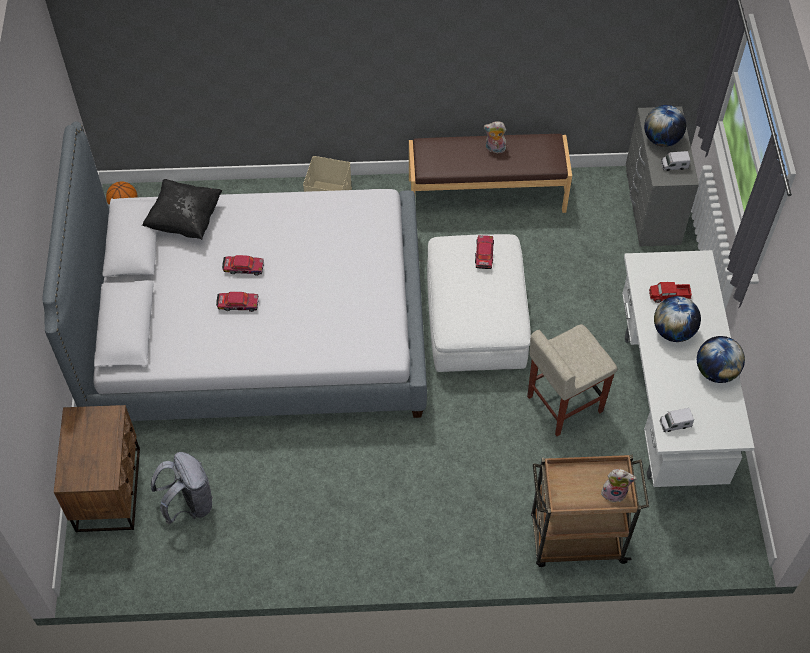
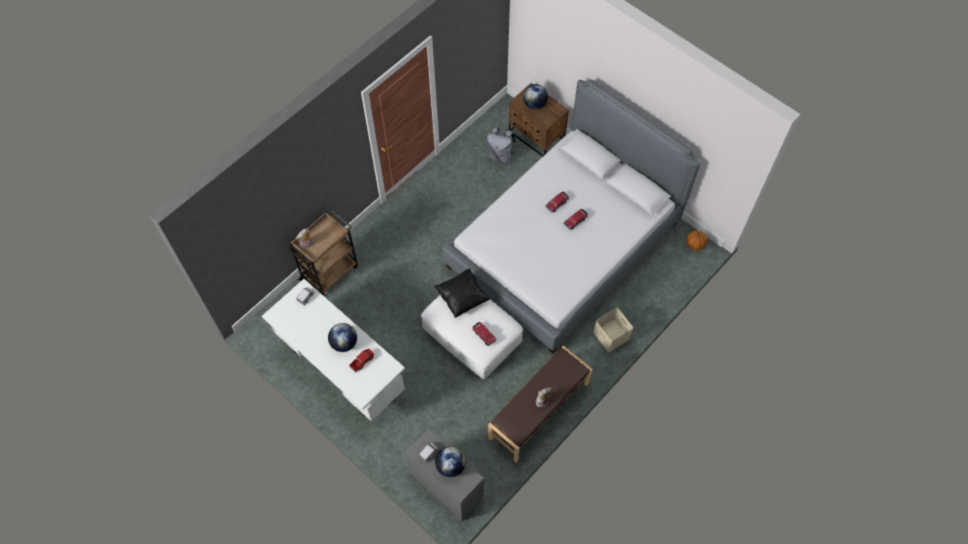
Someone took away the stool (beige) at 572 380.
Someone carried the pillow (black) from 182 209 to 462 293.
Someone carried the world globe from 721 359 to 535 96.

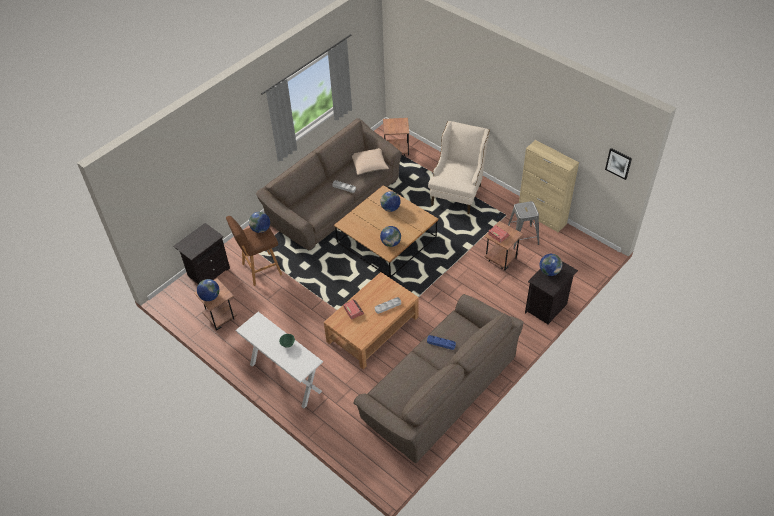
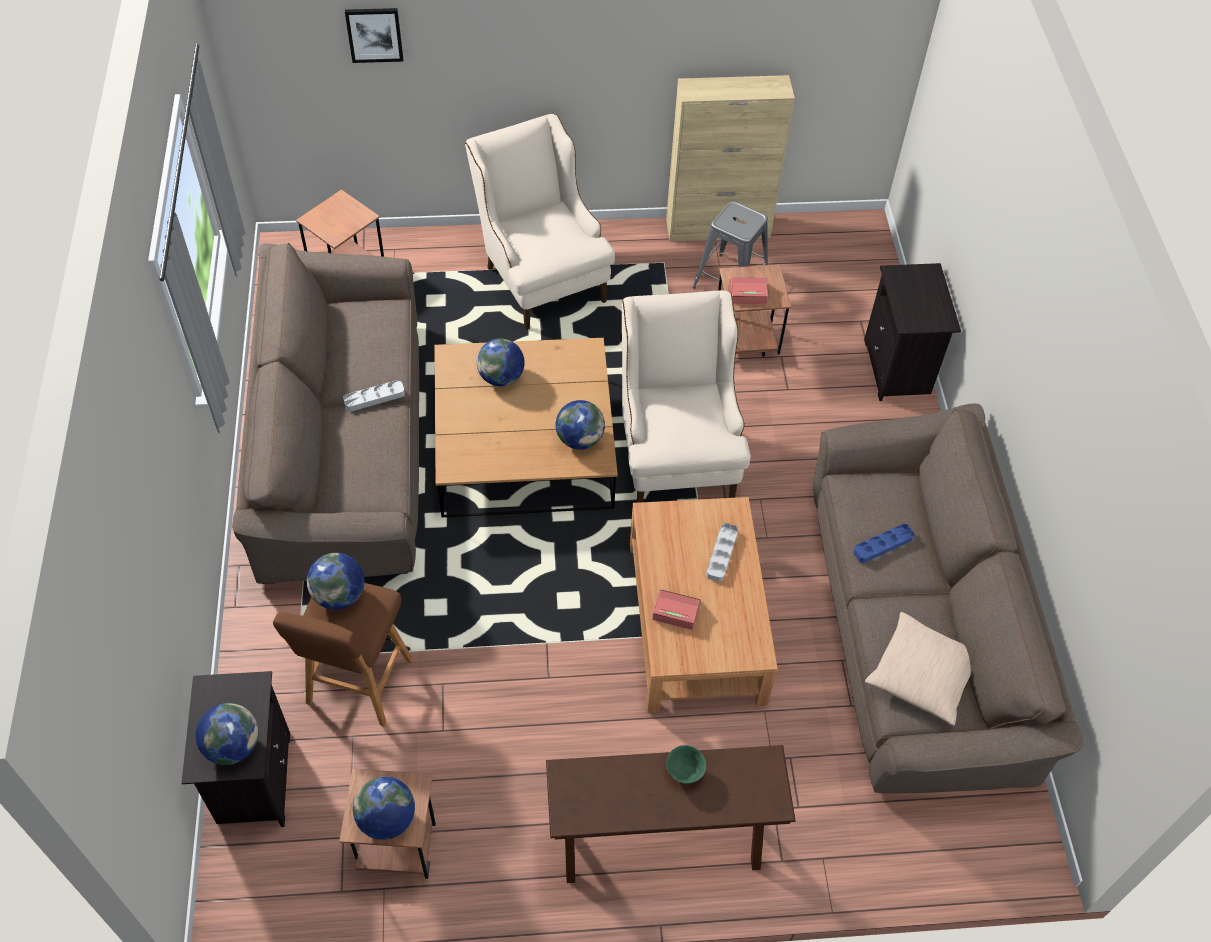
Someone put down the easy chair (beige) at 686 396.
Someone carried the pillow (beige) from 370 161 to 918 669.
Someone carried the world globe from 551 265 to 227 734.
Someone carried the wall picture from 618 164 to 374 35.
Someone repainted the narrow table (white) at 279 360, which became the narrow table (brown) at 671 814.

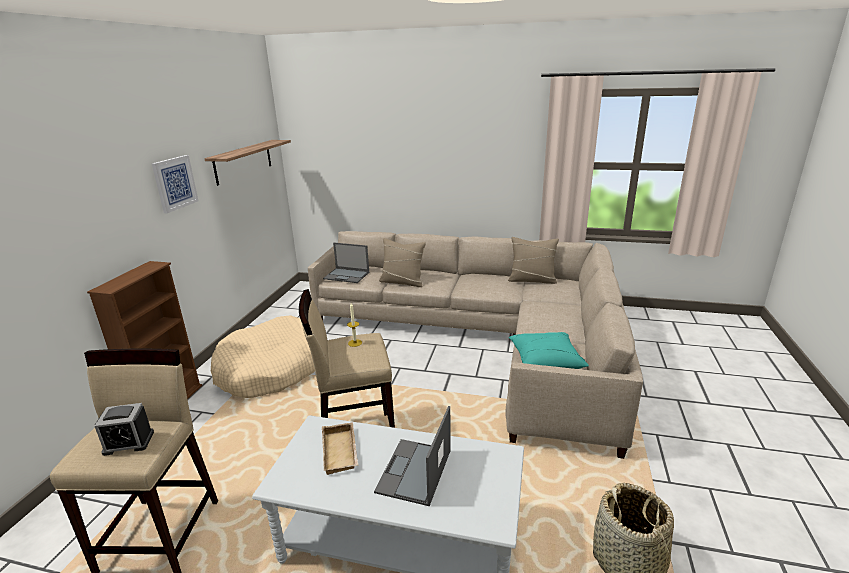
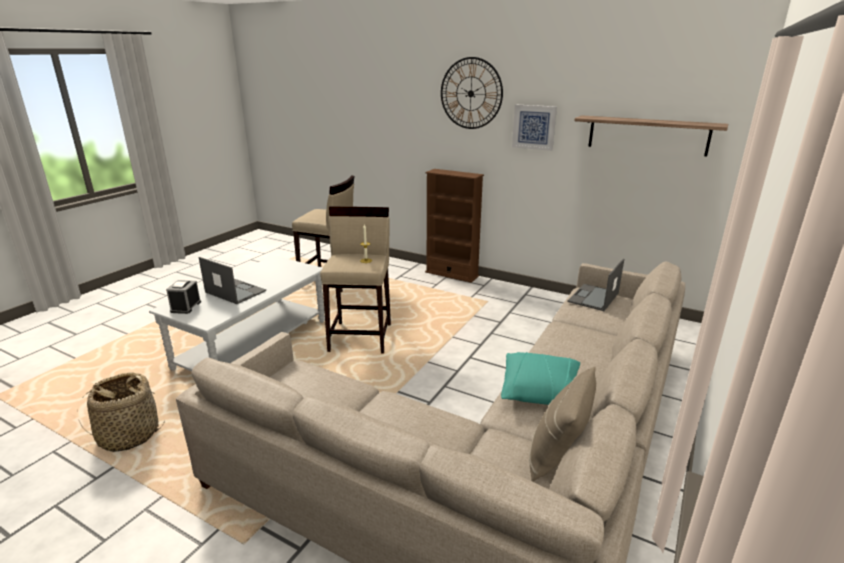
Someone took away the pet bed (beige) at 263 356.
Someone took away the carrying tray (beige) at 340 448.
Someone took away the pillow (beige) at 402 262.
Someone put up the clock on the wall at 472 93.
Someone carried the alarm clock from 124 429 to 183 297.
Someone carried the pillow (turquoise-coloured) from 549 350 to 540 378.

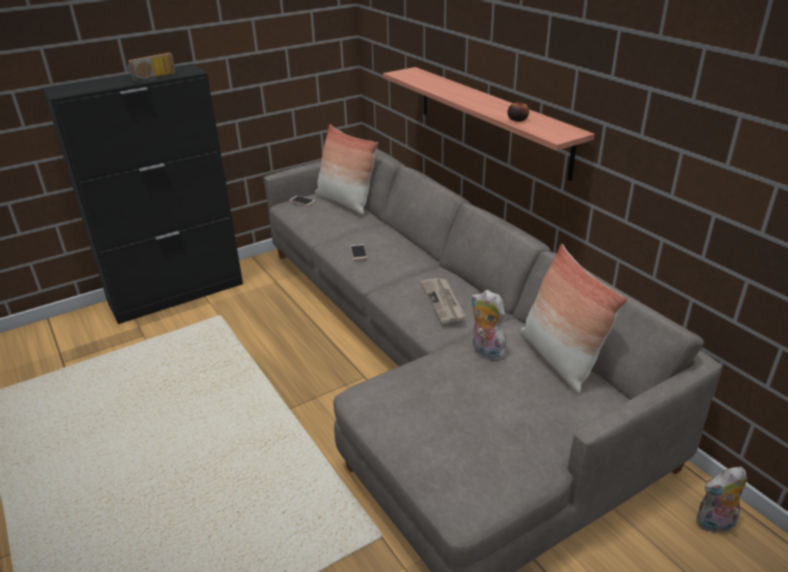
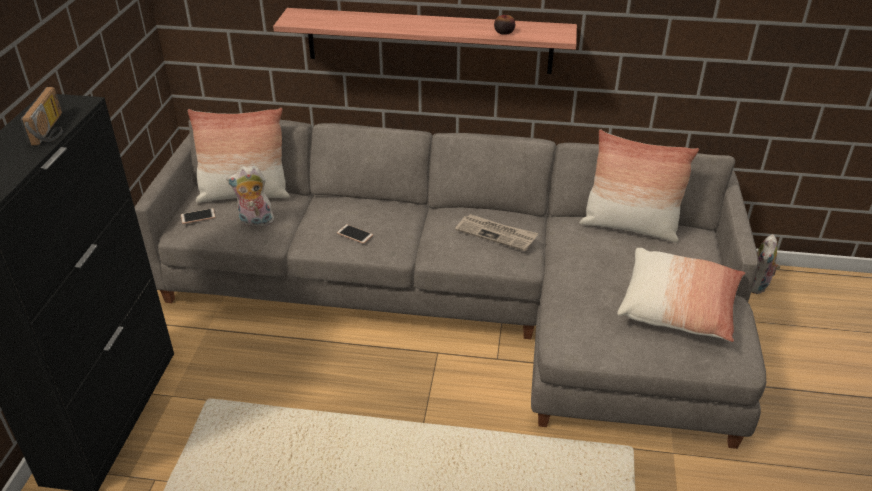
Someone put down the pillow at 681 295.
Someone carried the soft toy from 488 325 to 250 196.

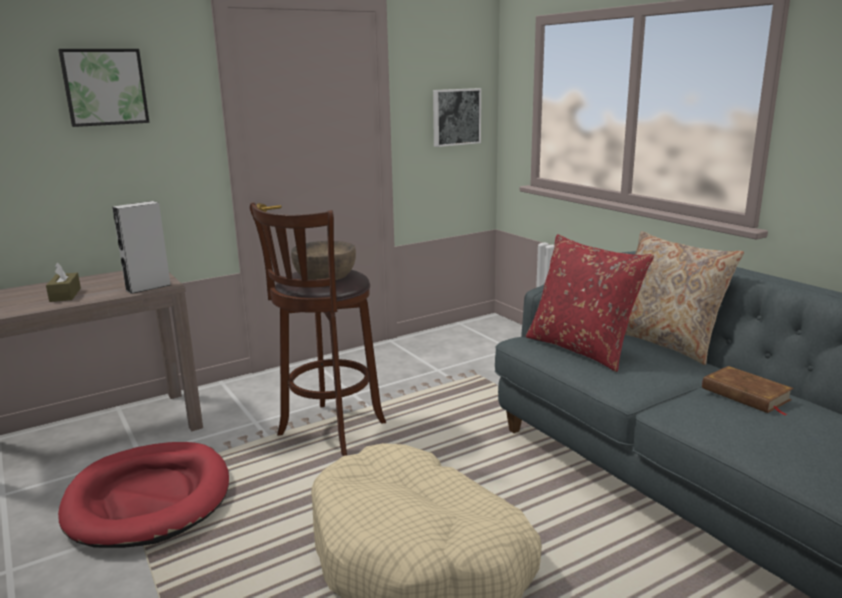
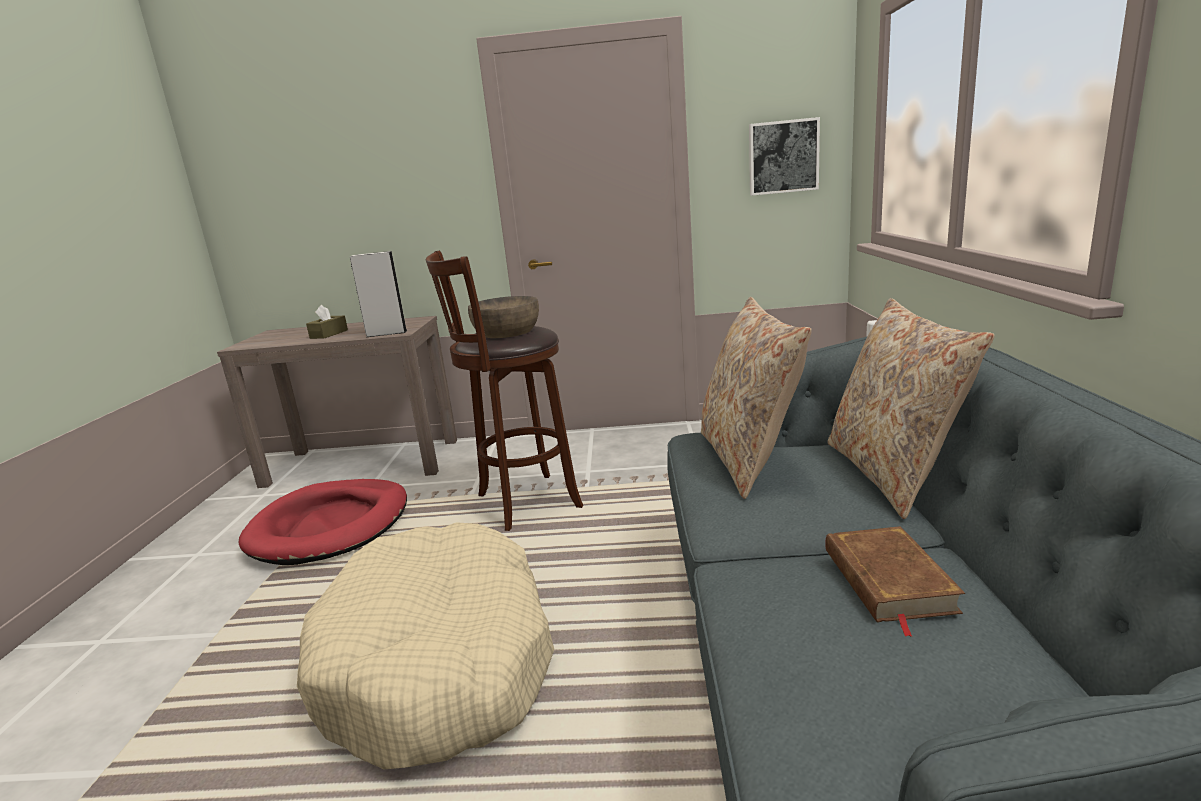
Someone took away the wall picture at 104 88.
Someone repainted the pillow (reddish) at 590 303, which became the pillow (beige) at 756 398.

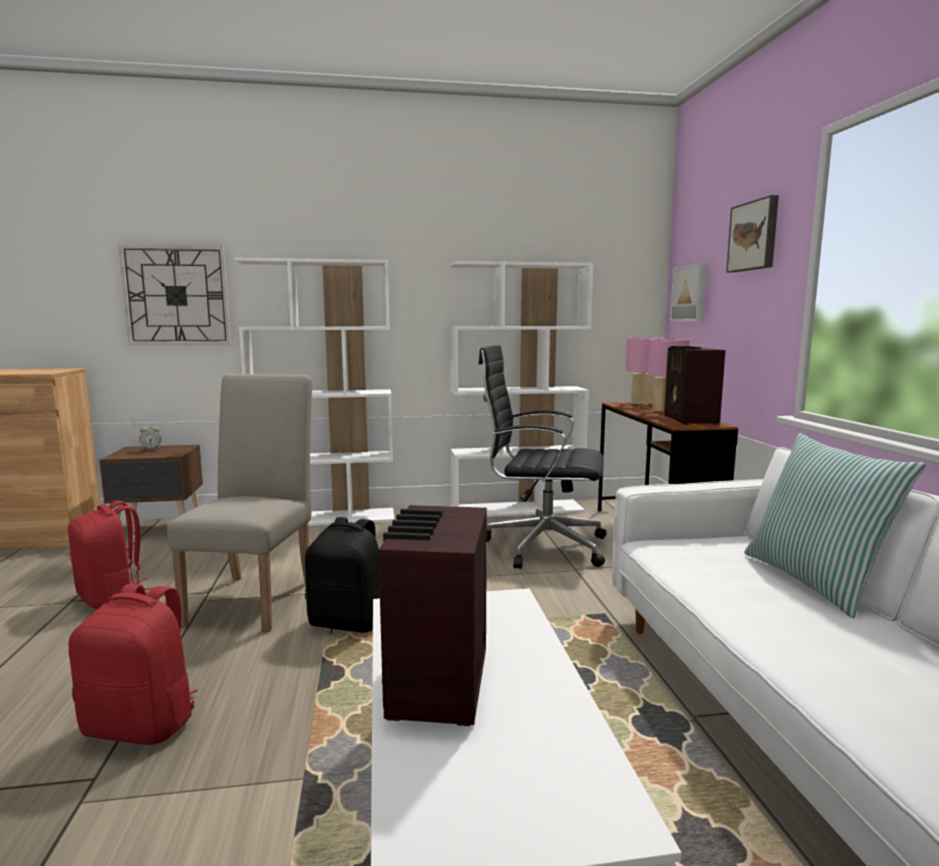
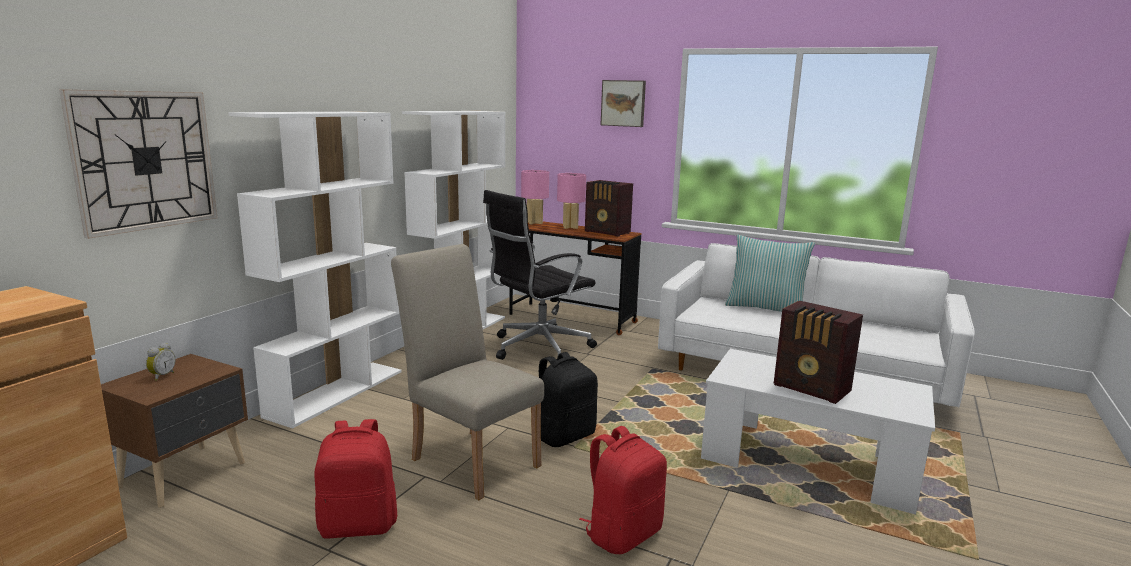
Someone took away the wall picture at 688 292.

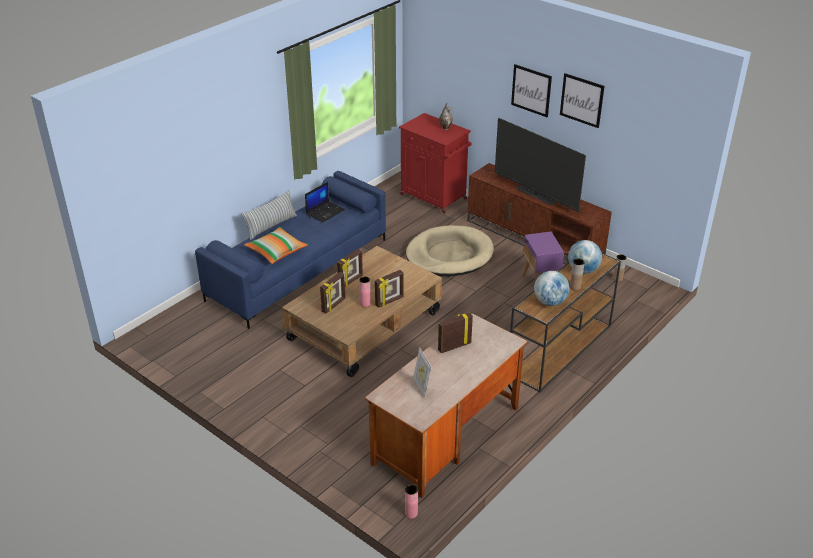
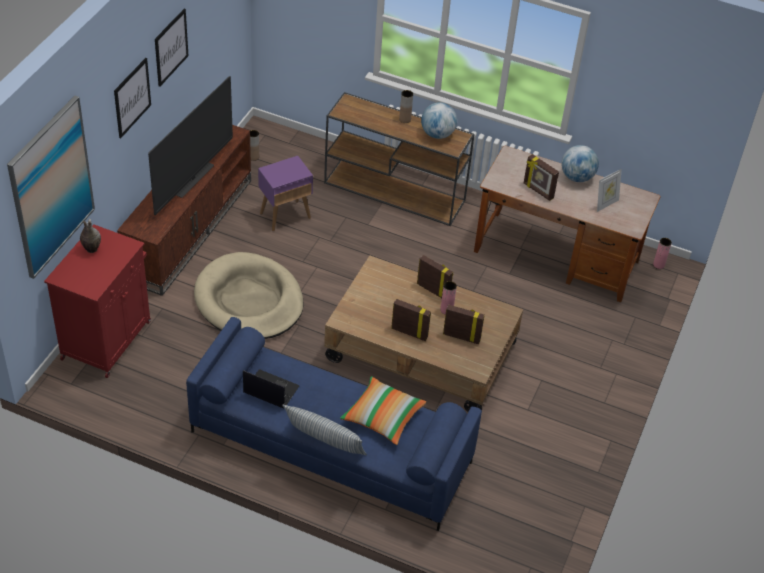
Someone put up the wall picture at 51 187.
Someone carried the world globe from 585 257 to 580 163.

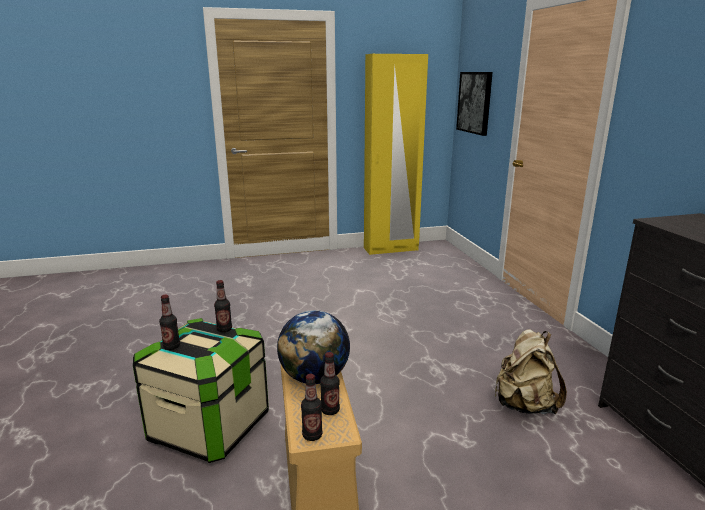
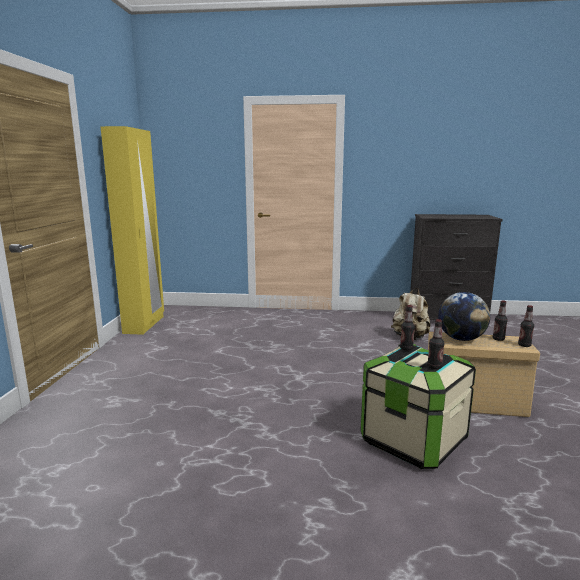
Someone took away the wall picture at 474 104.

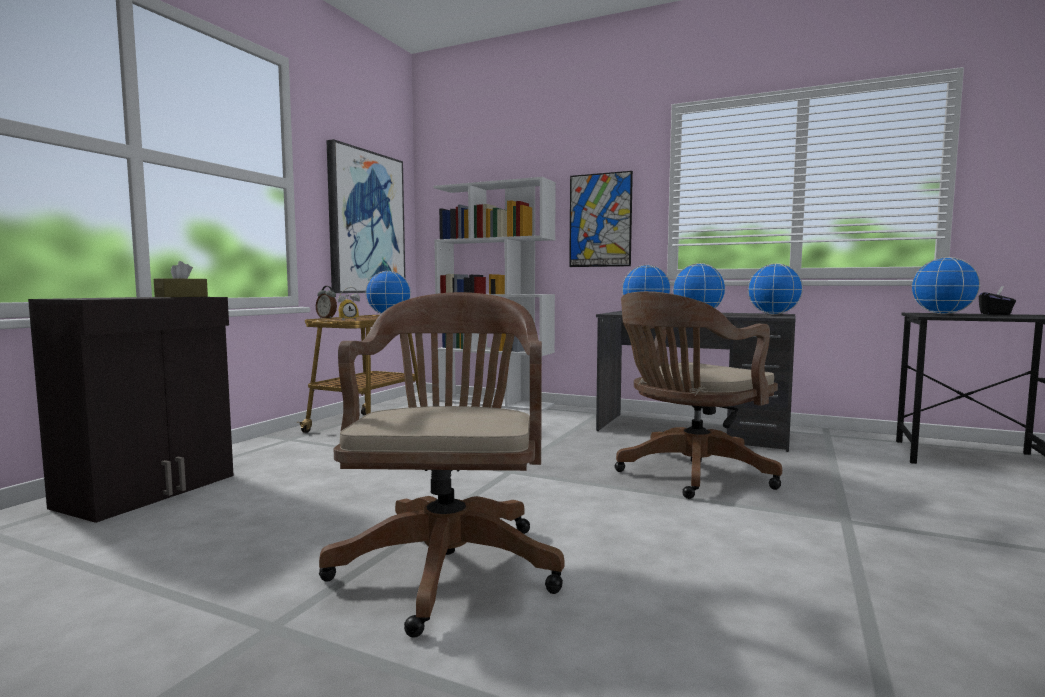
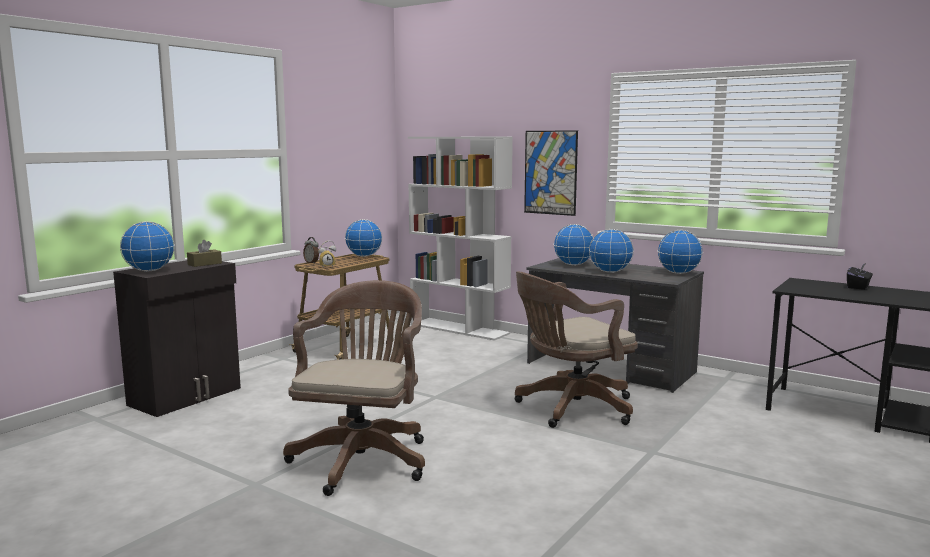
Someone took away the wall picture at 365 216.
Someone carried the world globe from 946 285 to 147 246.

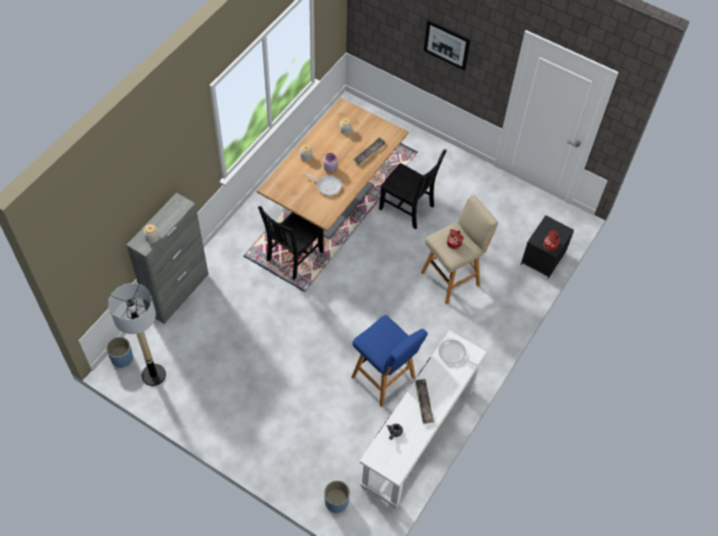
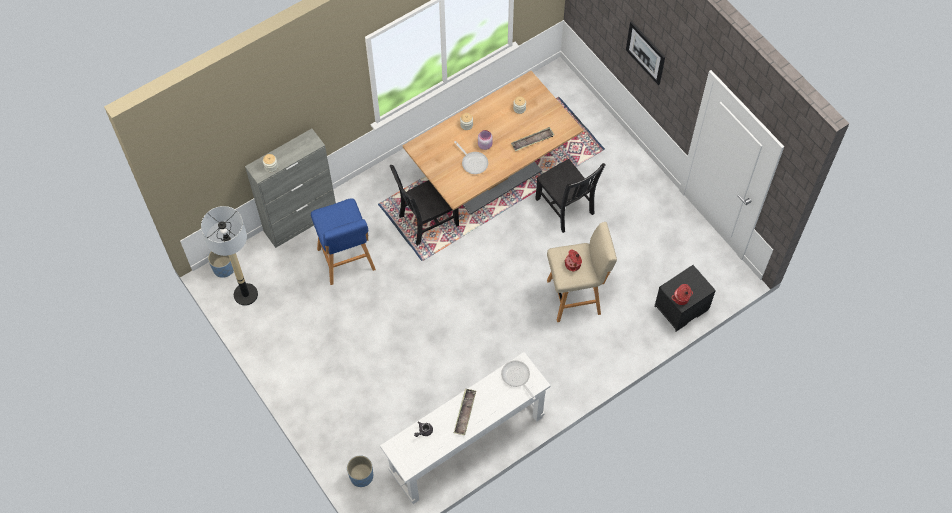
Someone carried the stool (bluish) from 389 361 to 343 241.

